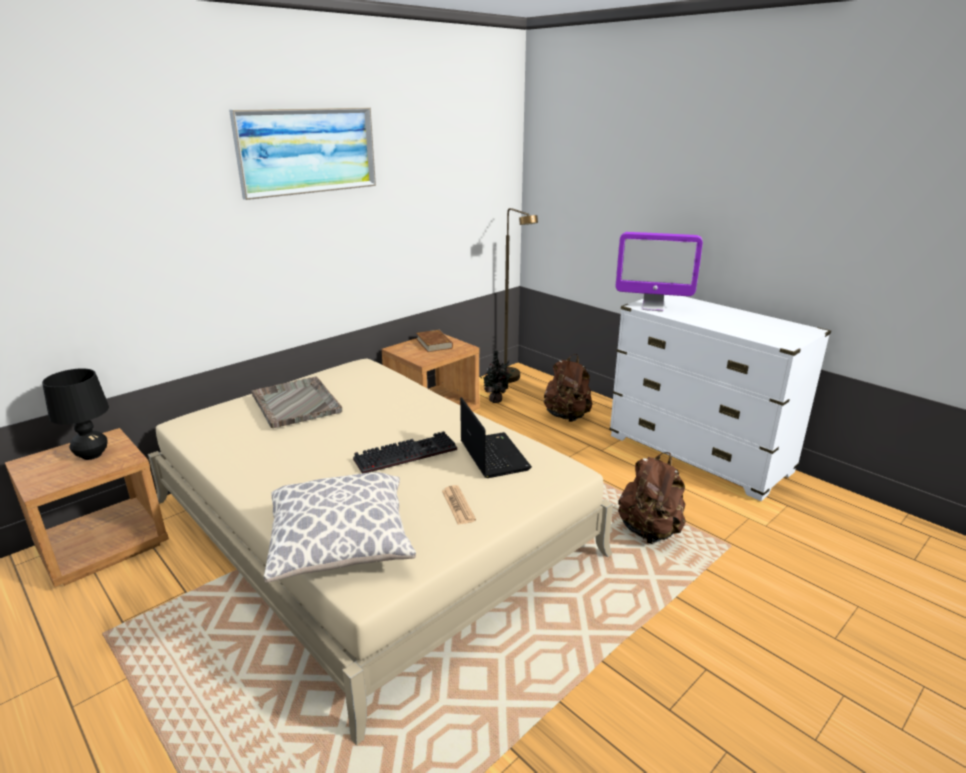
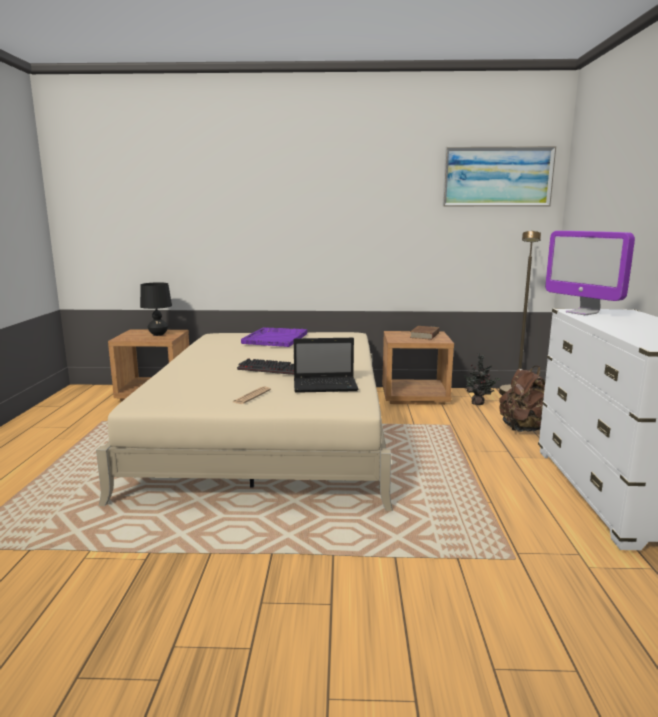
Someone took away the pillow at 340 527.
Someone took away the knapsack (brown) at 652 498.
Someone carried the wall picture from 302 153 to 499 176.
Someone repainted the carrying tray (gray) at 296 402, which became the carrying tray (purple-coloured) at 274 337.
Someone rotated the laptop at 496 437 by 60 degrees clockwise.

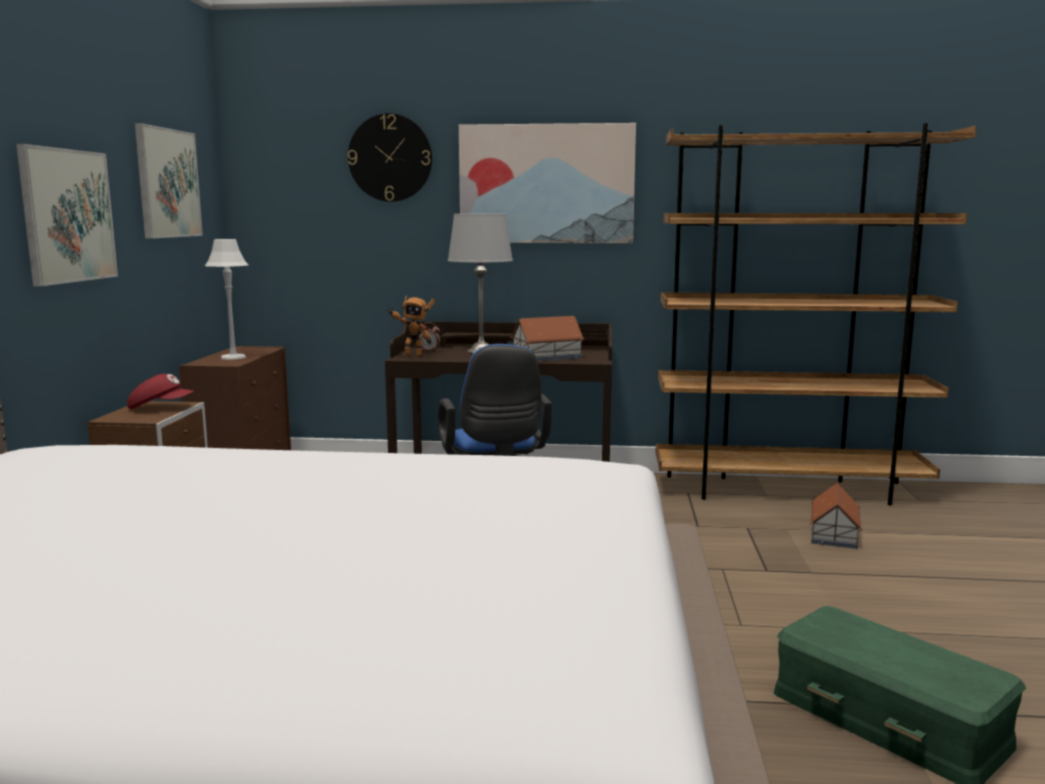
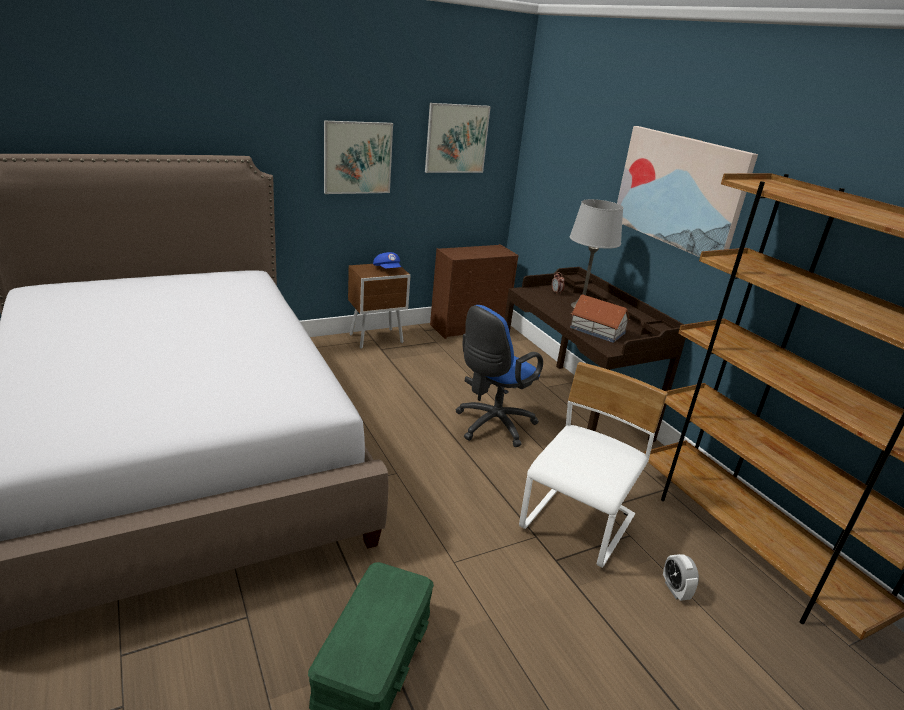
Someone took away the table lamp (gray) at 226 299.
Someone took away the clock on the wall at 390 157.
Someone took away the model robot at 411 326.
Someone put down the plain chair (white) at 593 465.
Someone swapped the toy house at 836 516 for the alarm clock at 681 577.
Someone repainted the cap (reddish) at 160 391, which became the cap (bluish) at 387 260.

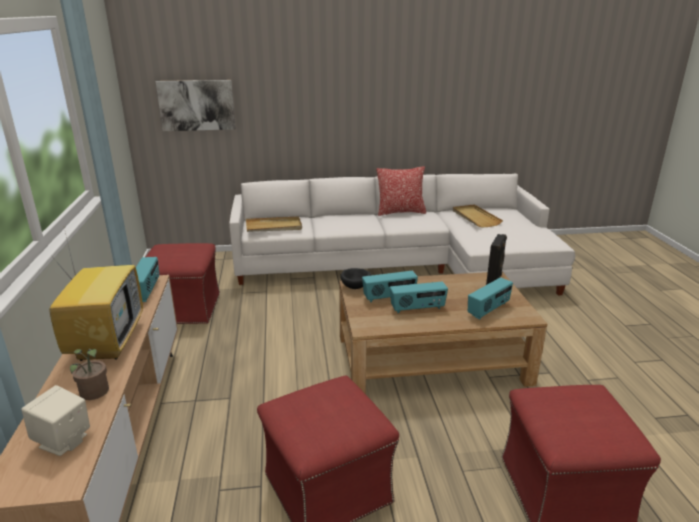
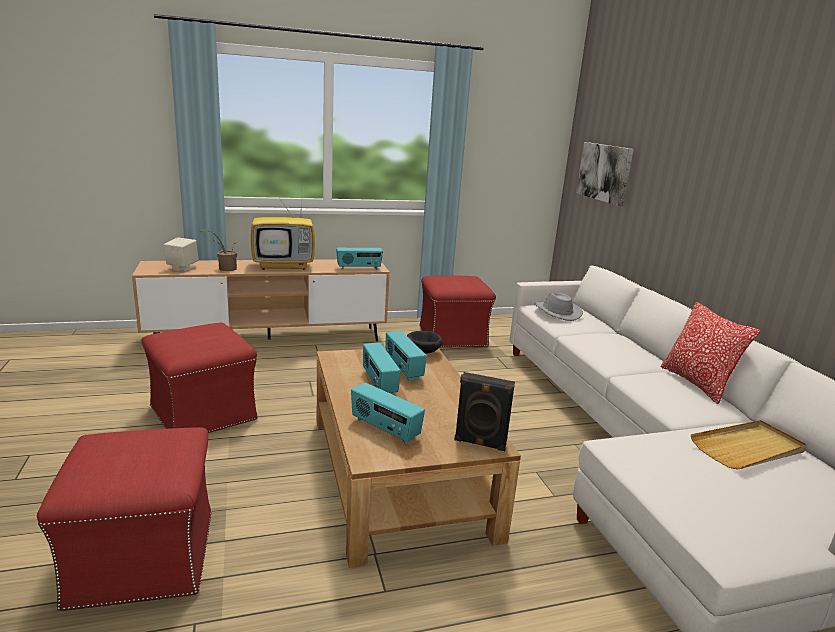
Someone swapped the carrying tray (beige) at 274 224 for the clothing hat (gray) at 558 307.

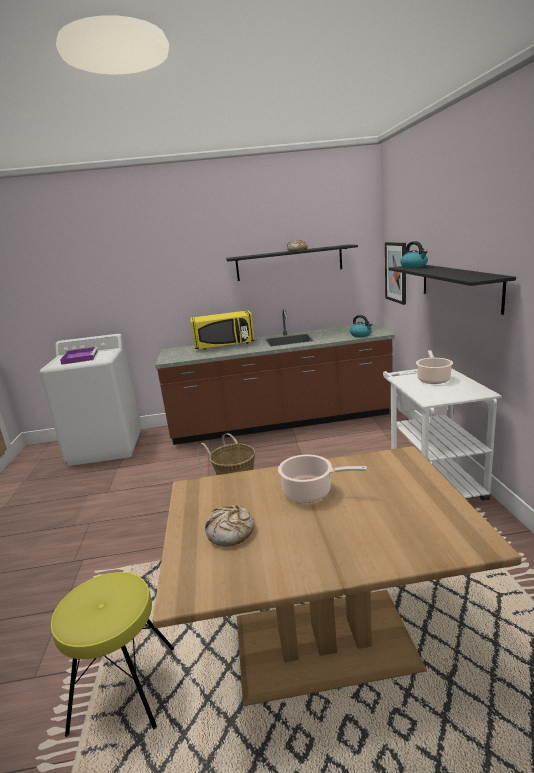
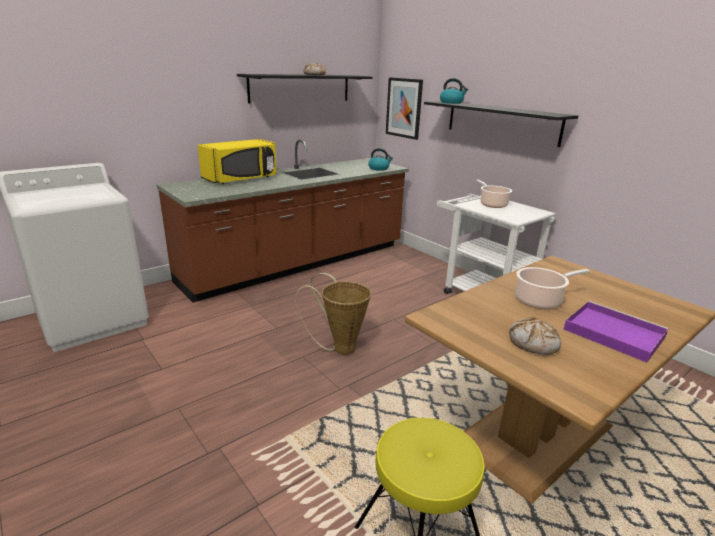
Someone carried the carrying tray (purple-coloured) from 79 356 to 616 331.

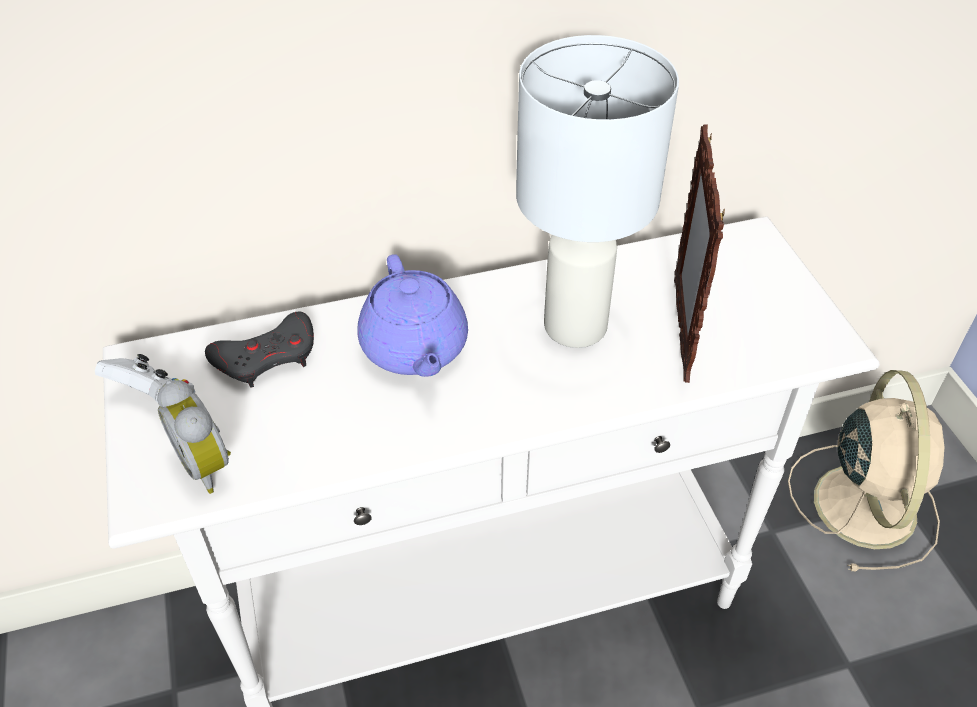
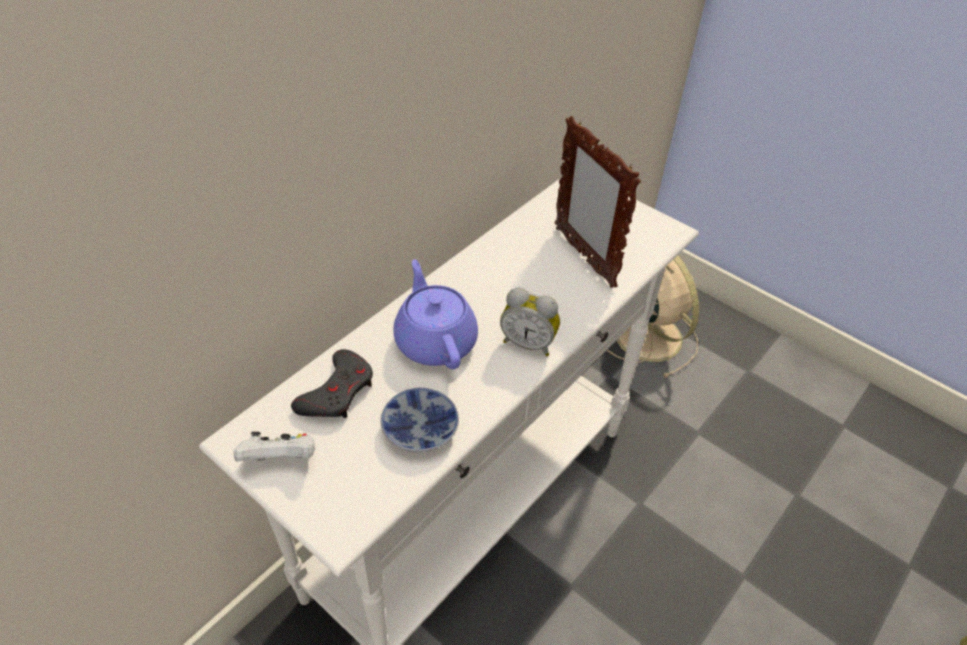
Someone took away the table lamp (white) at 597 191.
Someone put down the serving bowl at 420 420.
Someone carried the alarm clock from 194 437 to 530 321.
Someone rotated the teapot (purple-coloured) at 412 315 by 150 degrees counterclockwise.

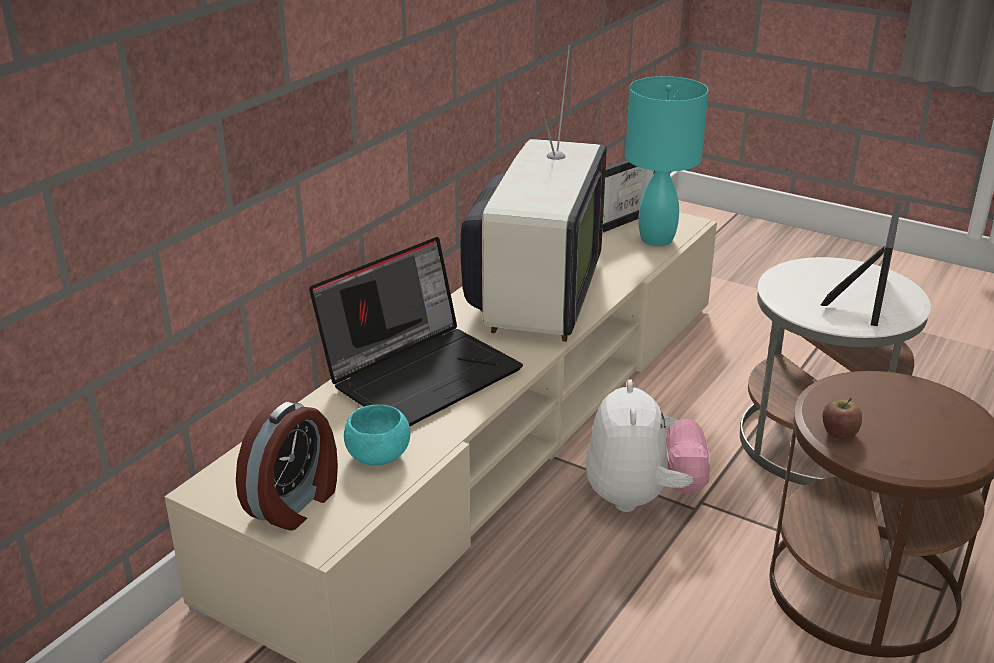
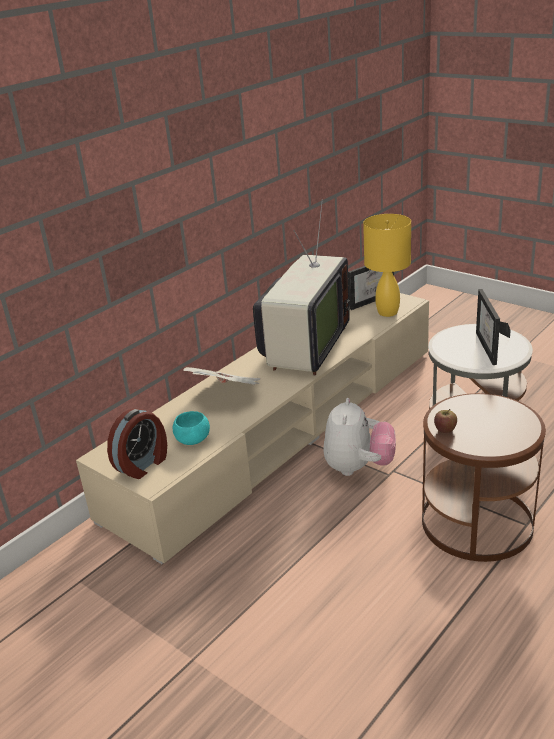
Someone swapped the laptop at 416 331 for the newspaper at 222 376.
Someone repainted the table lamp (turquoise-coloured) at 666 161, which became the table lamp (yellow-coloured) at 387 265.
Someone rotated the standing frame at 861 264 by 150 degrees clockwise.

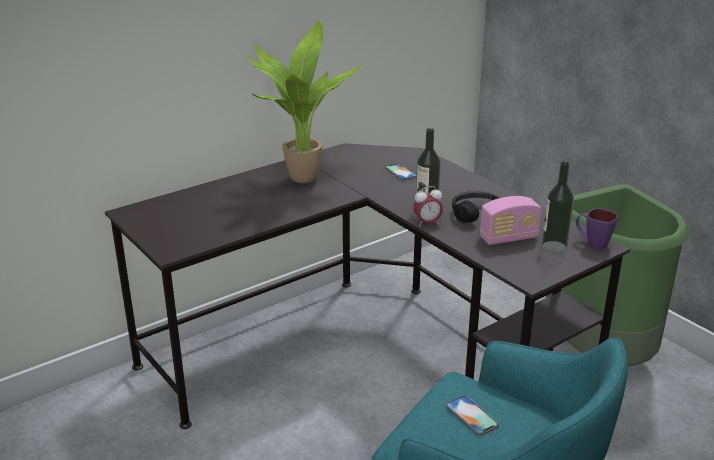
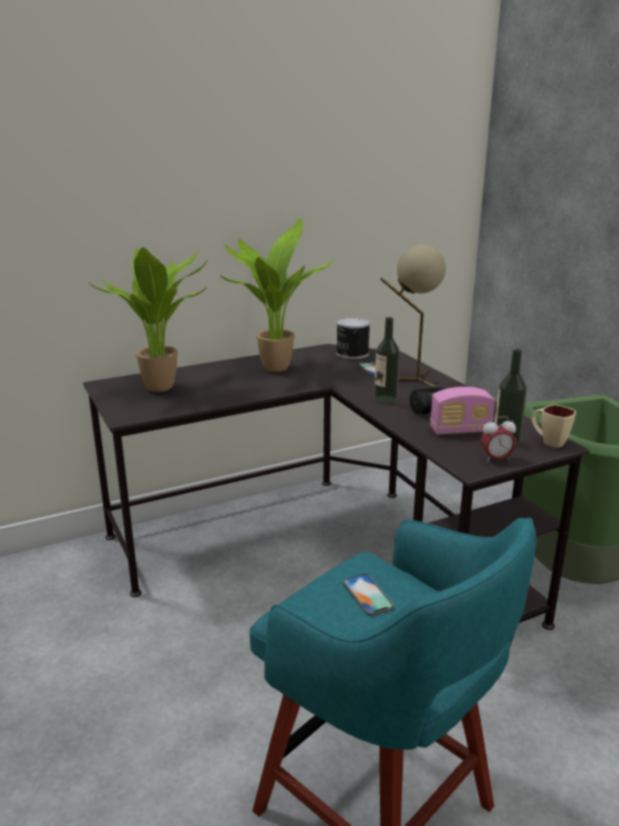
Someone put down the potted plant at 148 319.
Someone put down the can at 353 338.
Someone put down the table lamp (beige) at 413 315.
Someone carried the alarm clock from 428 206 to 498 439.
Someone repainted the tea mug (purple-coloured) at 597 229, which became the tea mug (beige) at 554 426.

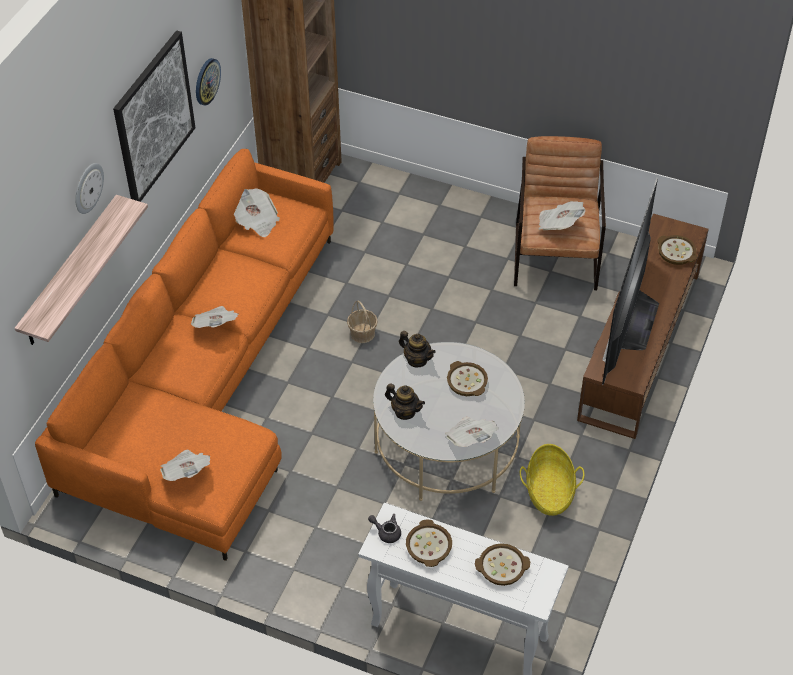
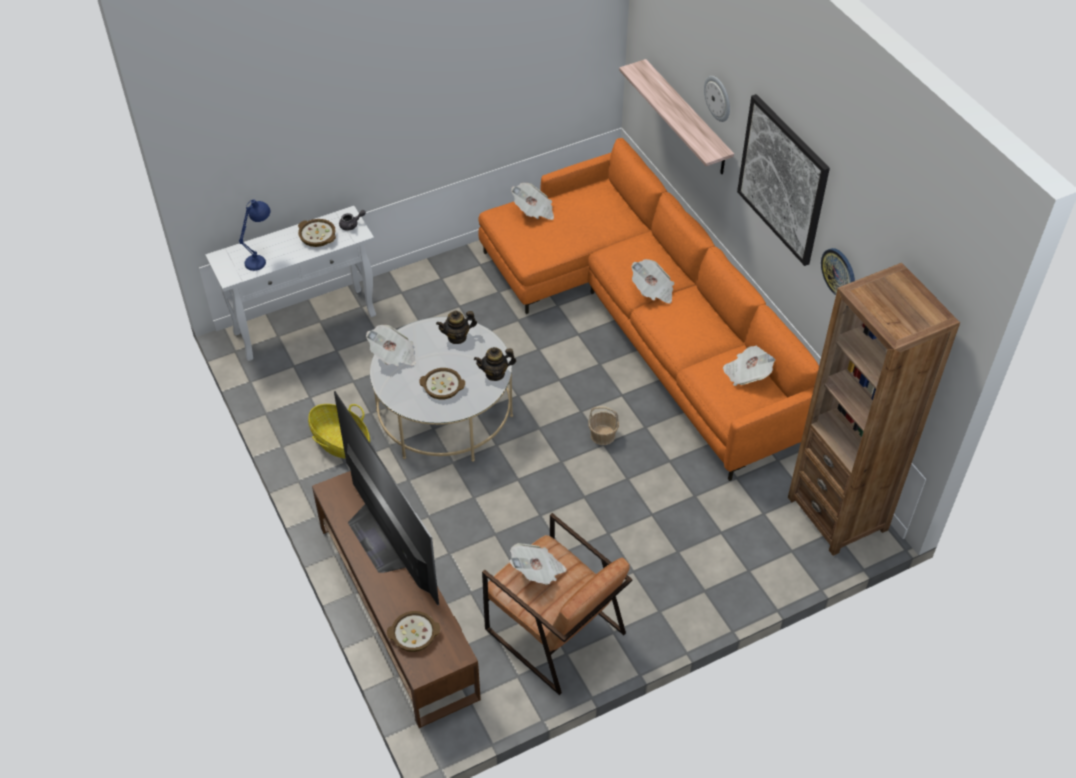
Someone swapped the serving bowl at 502 564 for the table lamp (bluish) at 255 235.

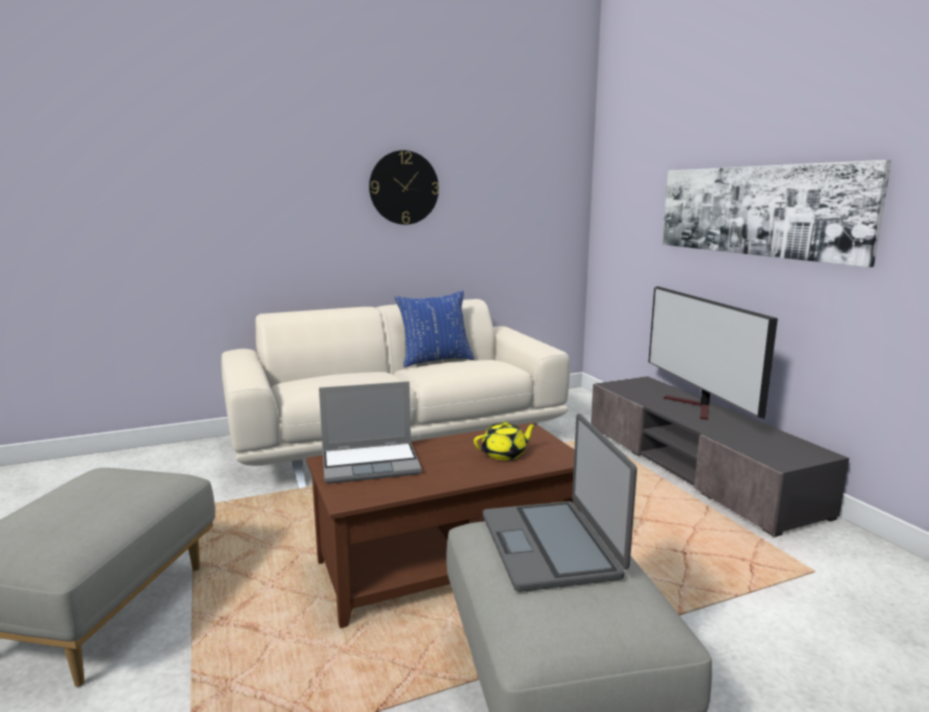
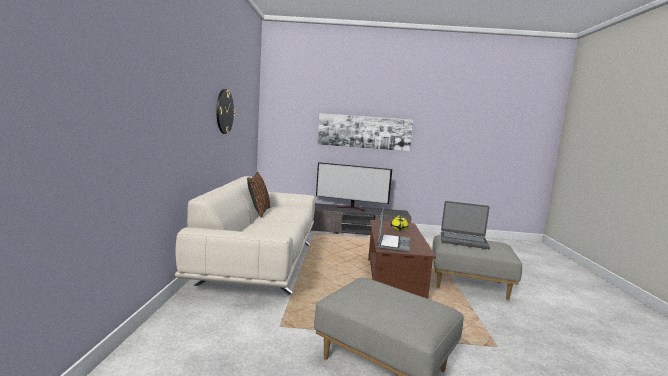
Someone repainted the pillow (bluish) at 434 329, which became the pillow (brown) at 258 194.

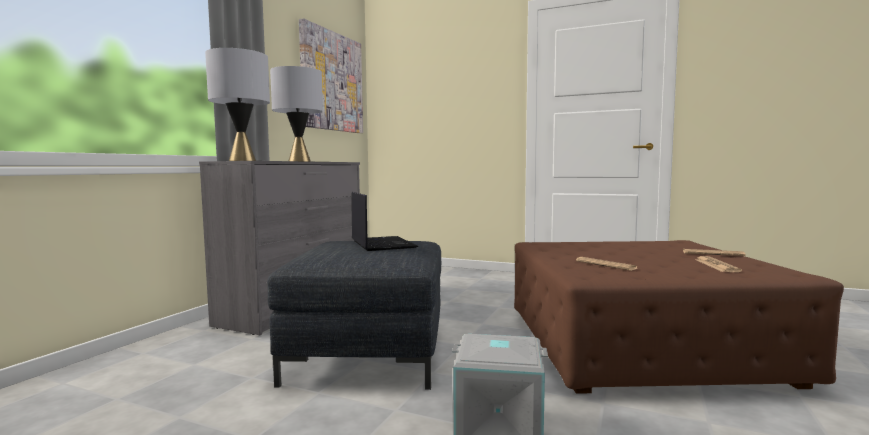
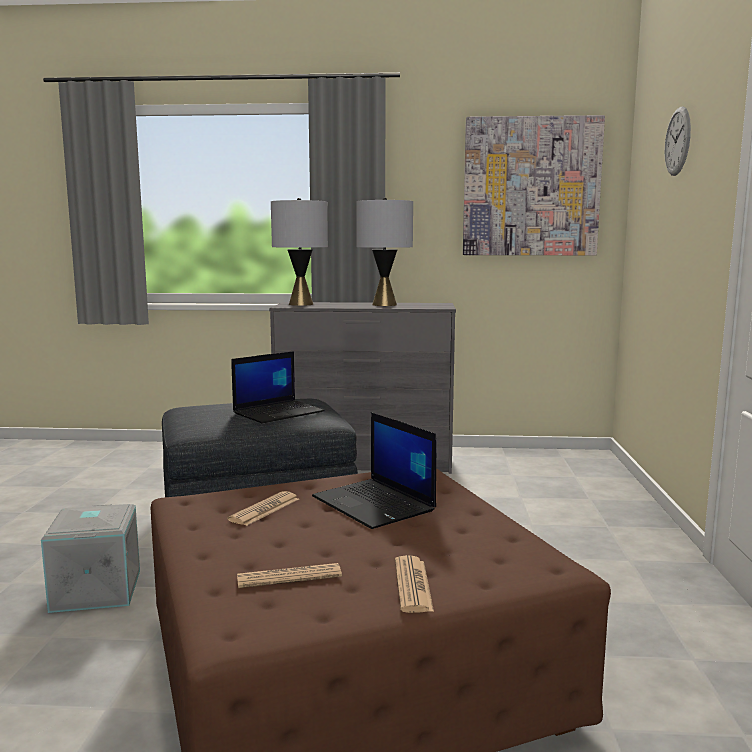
Someone put down the laptop at 374 470.
Someone put up the clock on the wall at 678 141.

